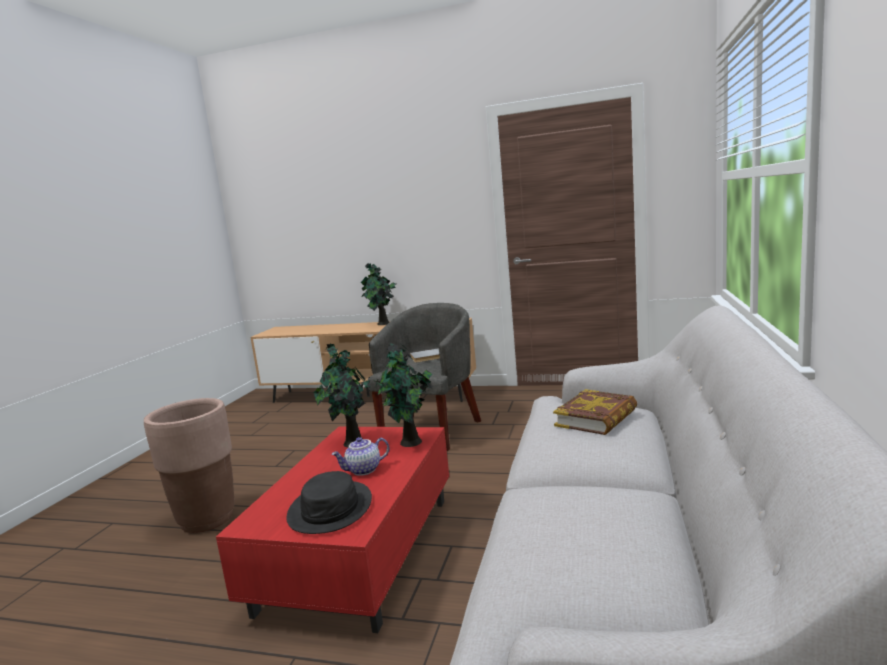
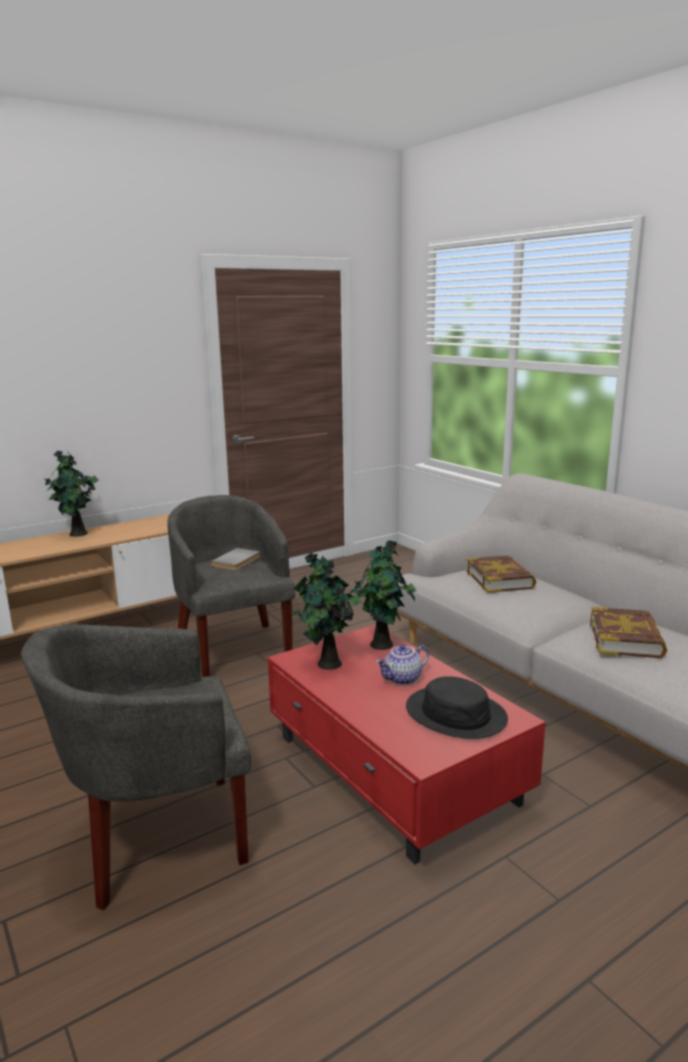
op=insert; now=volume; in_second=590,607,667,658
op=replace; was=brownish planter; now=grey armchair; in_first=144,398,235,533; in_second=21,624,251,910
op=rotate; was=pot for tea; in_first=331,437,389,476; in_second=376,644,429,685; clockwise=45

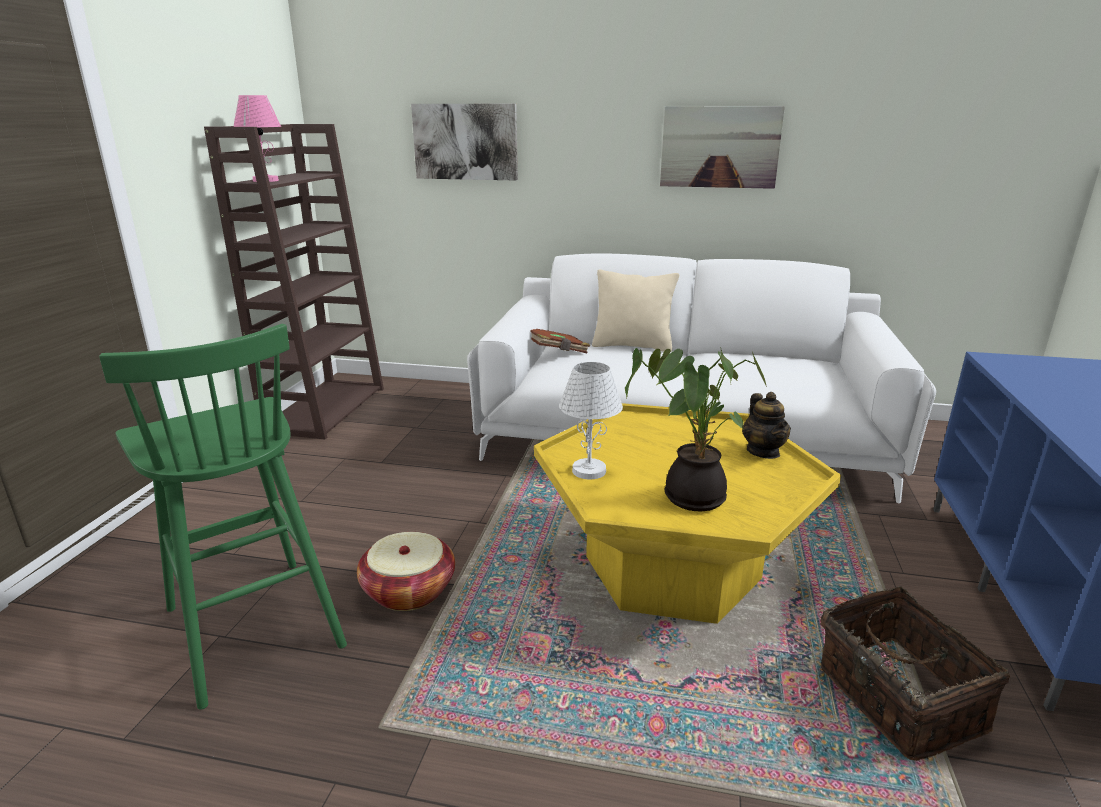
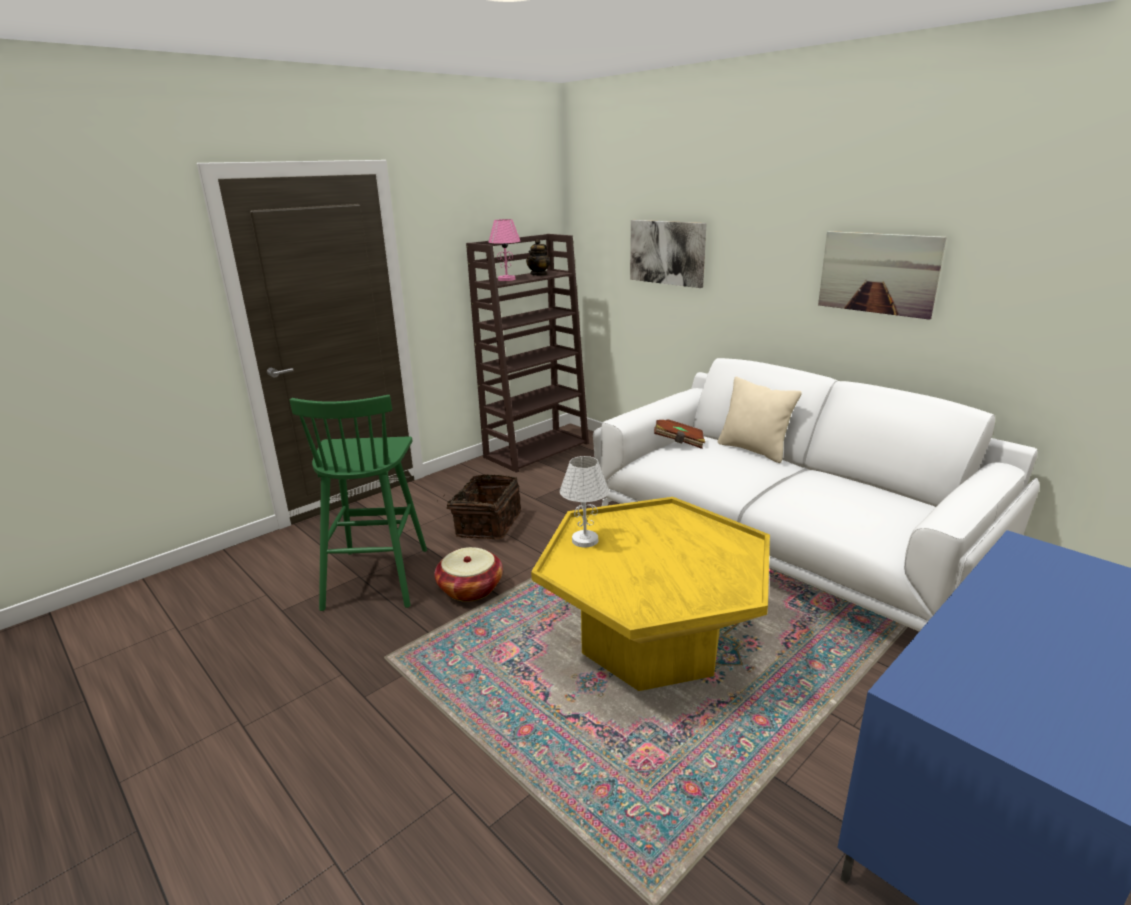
op=delete; was=houseplant; in_first=625,348,767,511
op=move; was=pot for tea; in_first=742,392,791,459; in_second=526,239,551,276
op=move; was=basket; in_first=820,586,1010,761; in_second=437,475,521,540

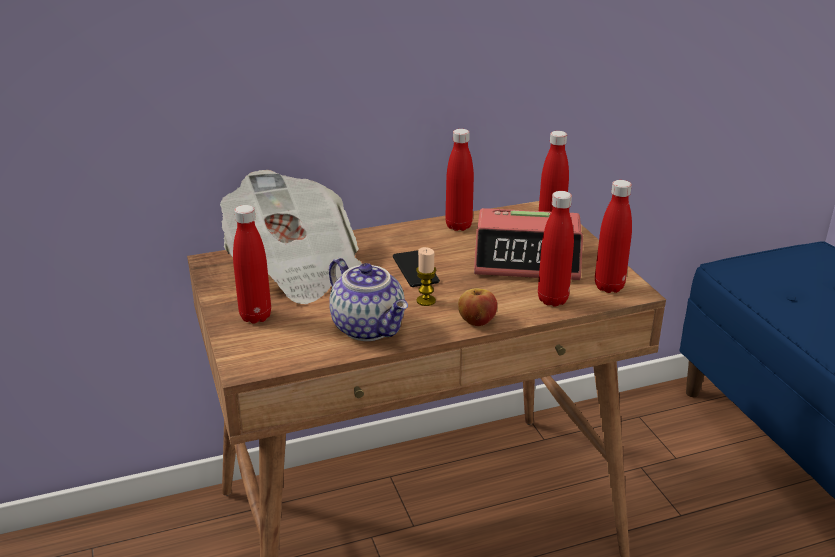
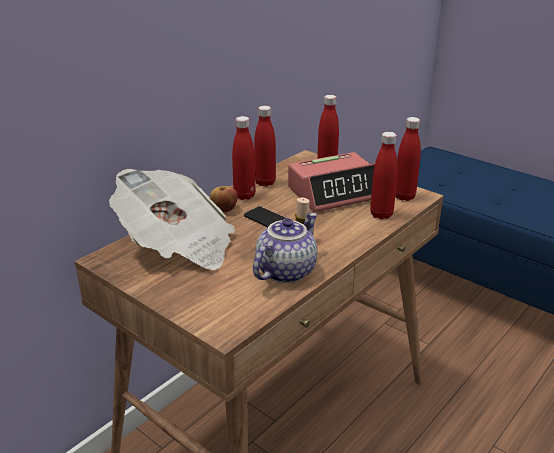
op=move; was=reddish drink bottle; in_first=233,205,271,324; in_second=232,116,255,200
op=move; was=whole apple; in_first=458,288,497,326; in_second=210,186,237,212
op=rotate; was=pot for tea; in_first=329,258,408,341; in_second=253,213,318,283; clockwise=-75

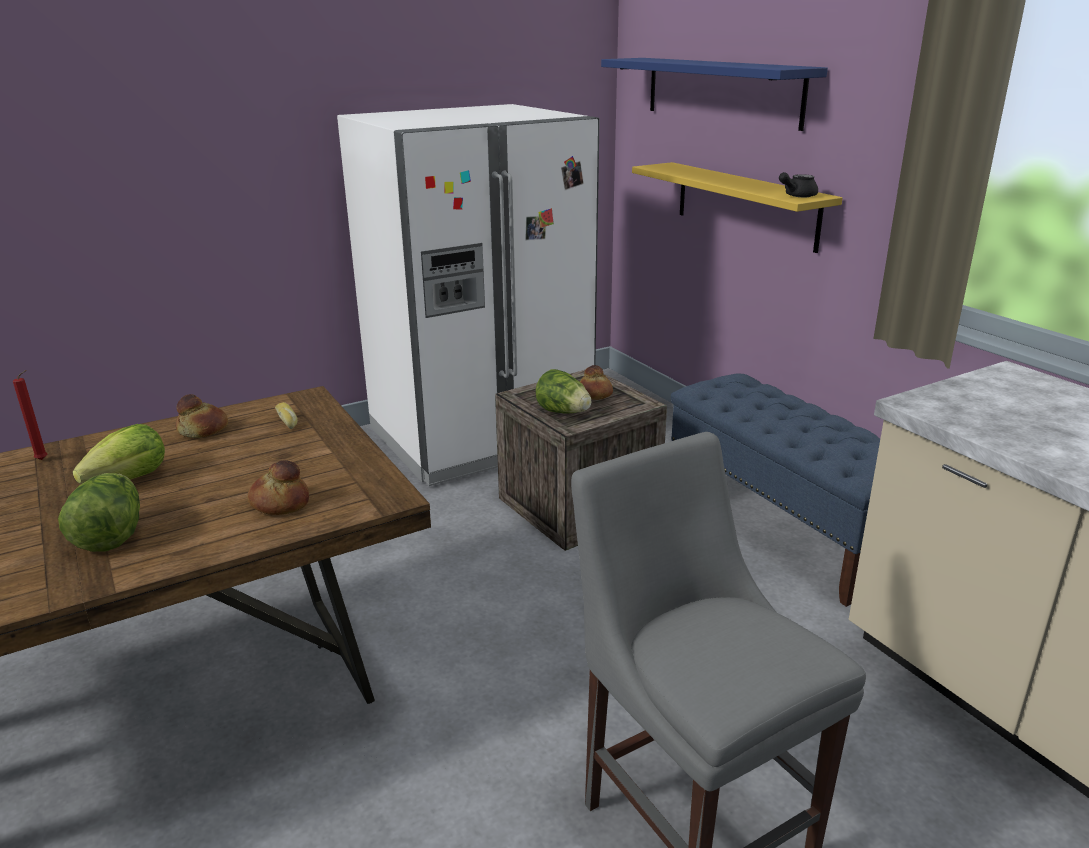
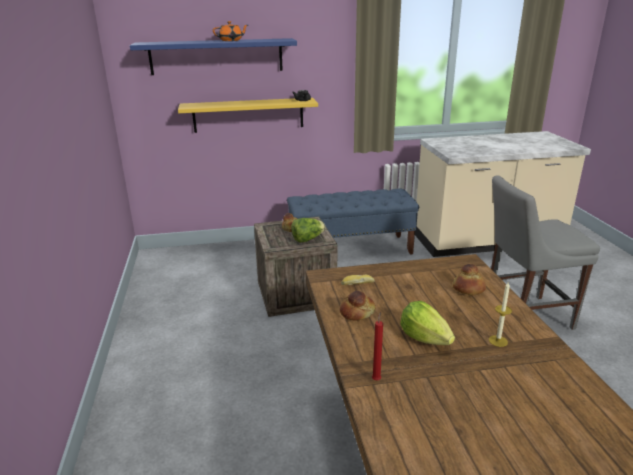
op=delete; was=white-coloured fridge; in_first=337,104,600,486
op=insert; now=orange-coloured pot for tea; in_second=213,21,248,41
op=replace; was=head of lettuce; now=candle; in_first=58,473,140,552; in_second=489,281,512,347

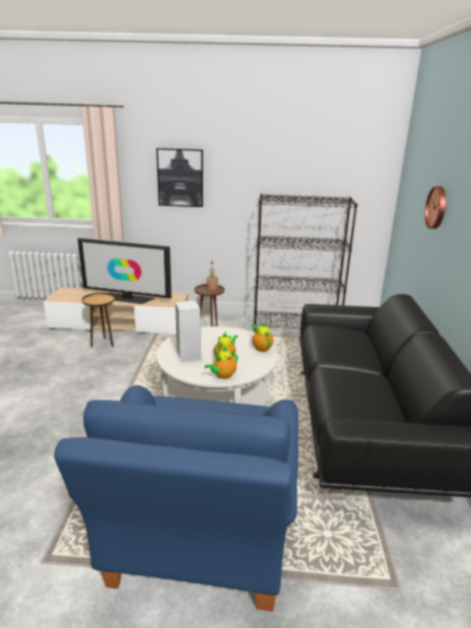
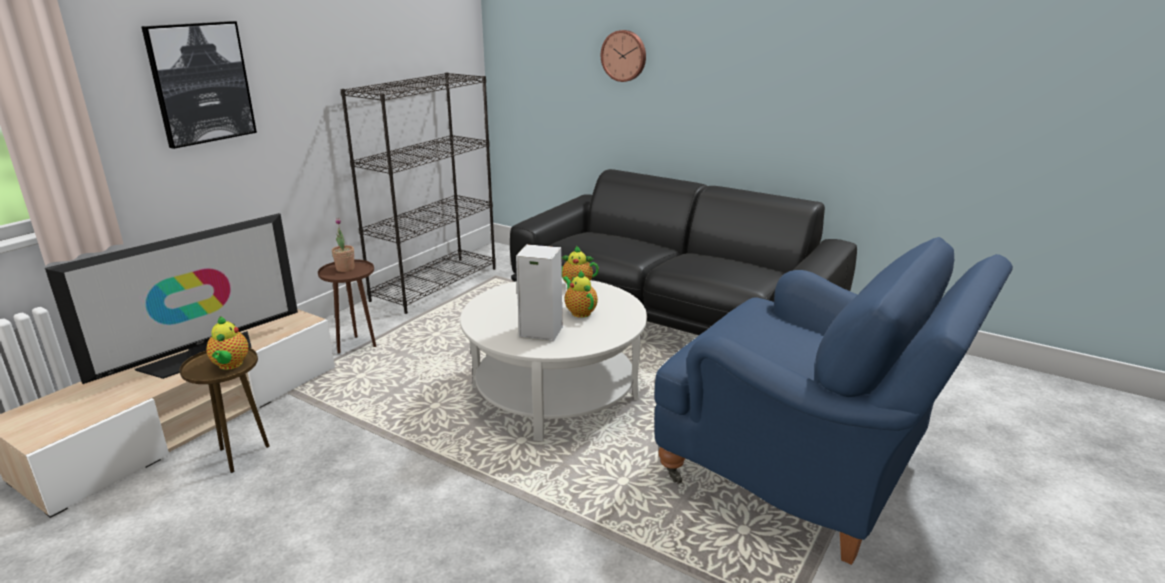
op=move; was=pot for tea; in_first=205,346,238,379; in_second=206,316,248,370

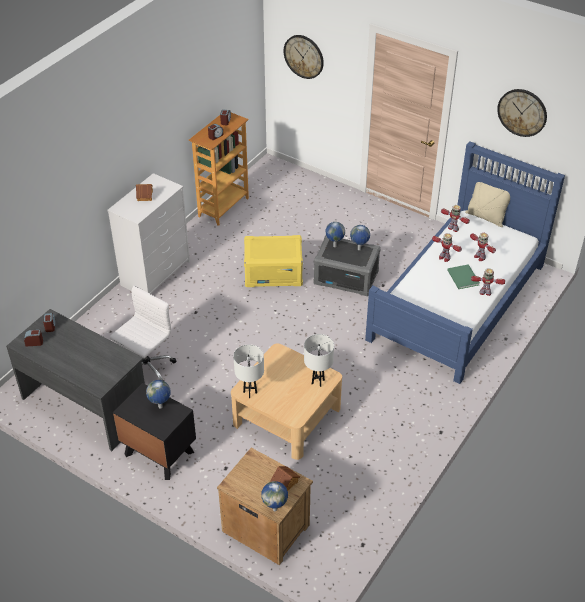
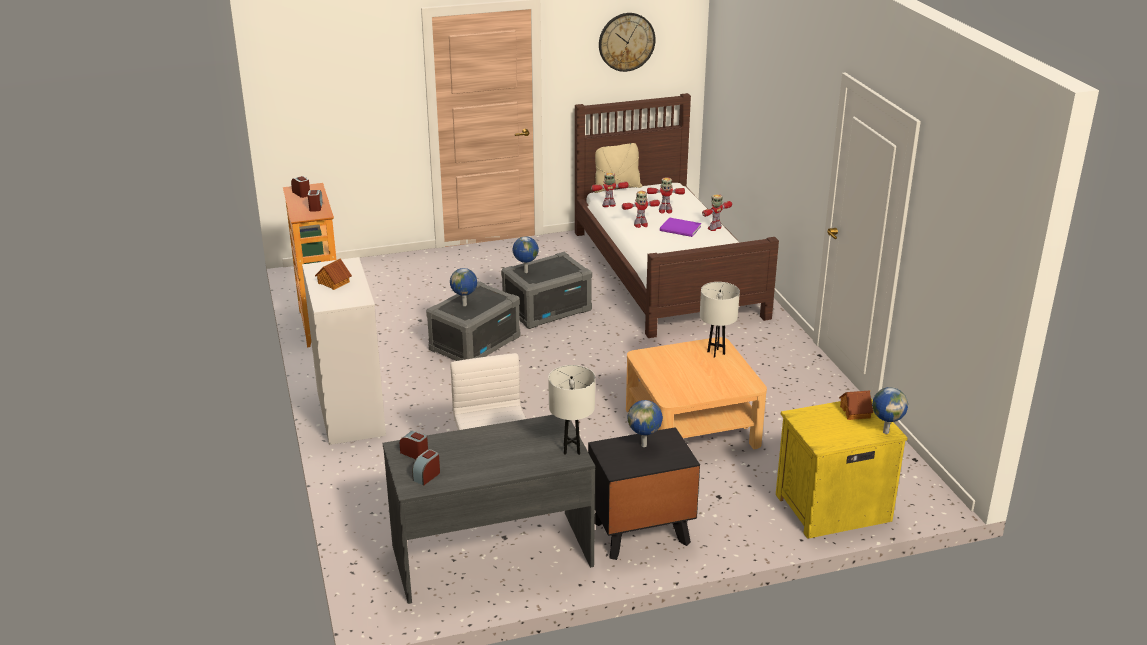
op=delete; was=hanging clock; in_first=284,35,324,79
op=move; was=white-coloured table lamp; in_first=233,344,264,398; in_second=548,365,595,455
op=move; was=globe; in_first=350,225,370,250; in_second=450,268,477,306
op=recolor; was=brownish nightstand; now=yellow nightstand; in_first=217,448,313,565; in_second=776,399,908,539
op=recolor; was=yellow storage box; now=grey storage box; in_first=244,235,303,287; in_second=426,281,520,361
op=recolor; was=blue-coloured sleeping bed; now=brownish sleeping bed; in_first=365,141,565,384; in_second=575,93,779,338
op=recolor; was=greenish volume; now=purple volume; in_first=447,264,480,289; in_second=660,217,701,237

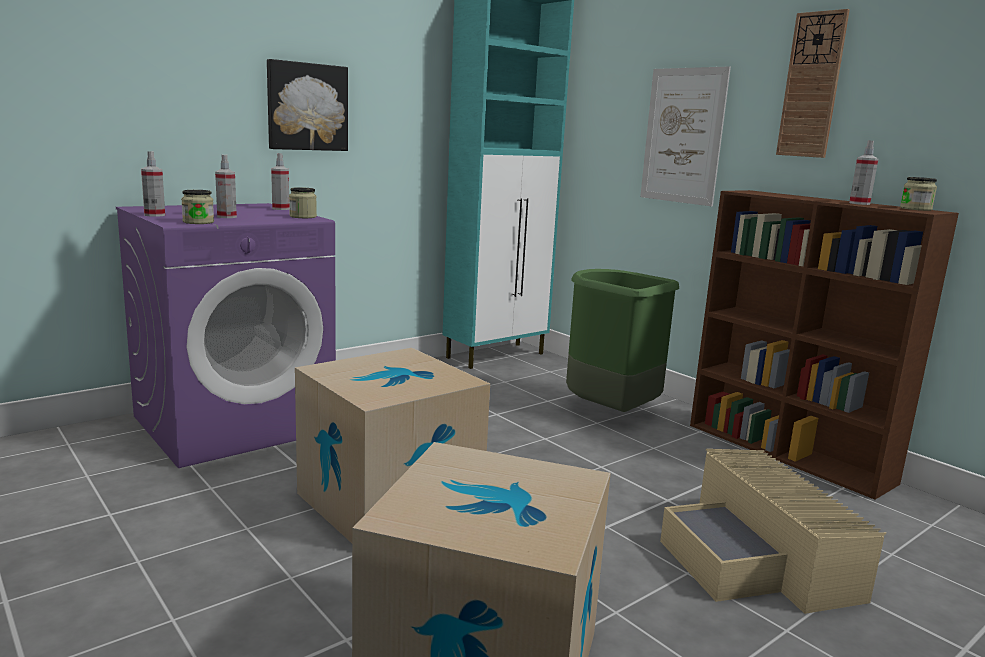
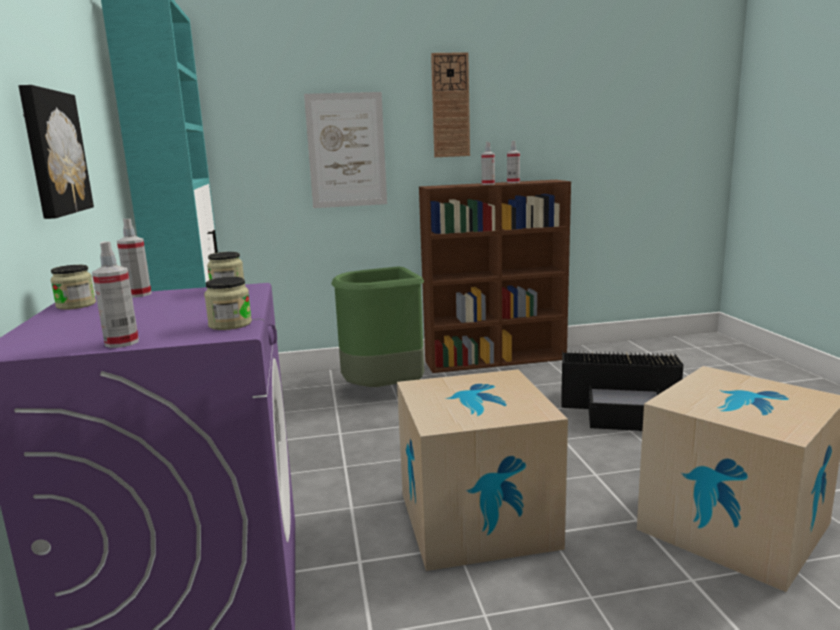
op=move; was=hand sprayer; in_first=215,155,237,218; in_second=481,142,495,185
op=move; was=jar; in_first=900,177,937,211; in_second=50,265,96,310
op=recolor; was=beige storage box; now=black storage box; in_first=660,449,886,614; in_second=561,351,683,431

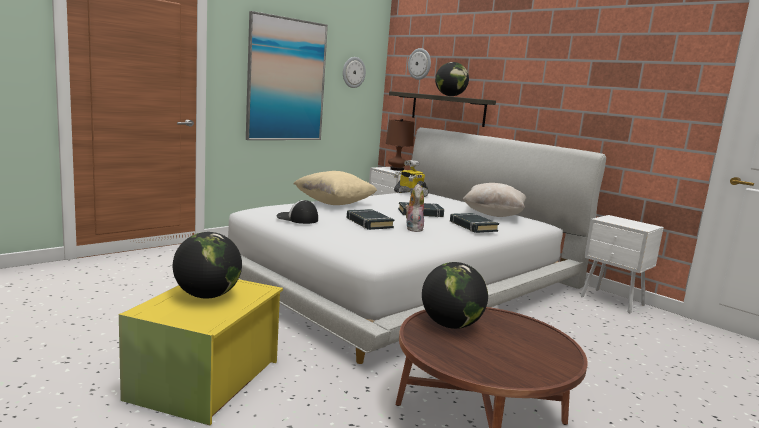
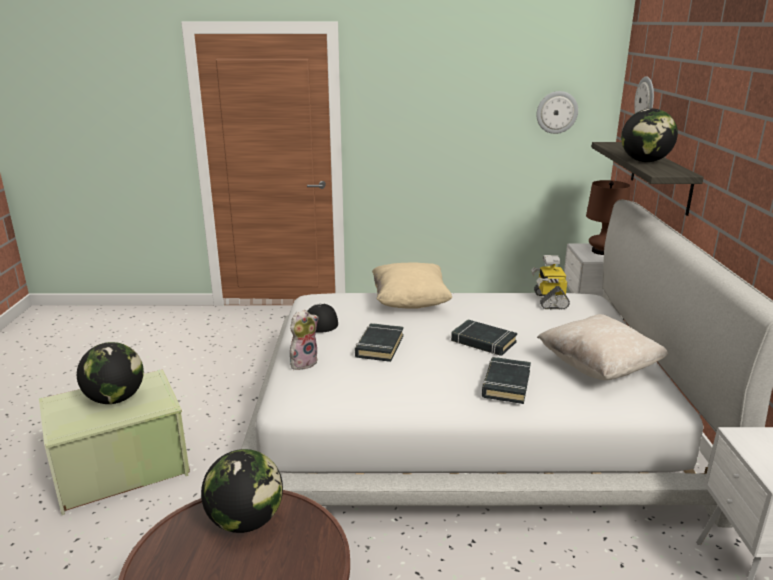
op=delete; was=picture; in_first=246,11,328,140
op=move; was=soft toy; in_first=405,184,424,232; in_second=290,310,319,370
op=recolor; was=yellow storage box; now=greenish storage box; in_first=119,279,283,425; in_second=39,370,190,515

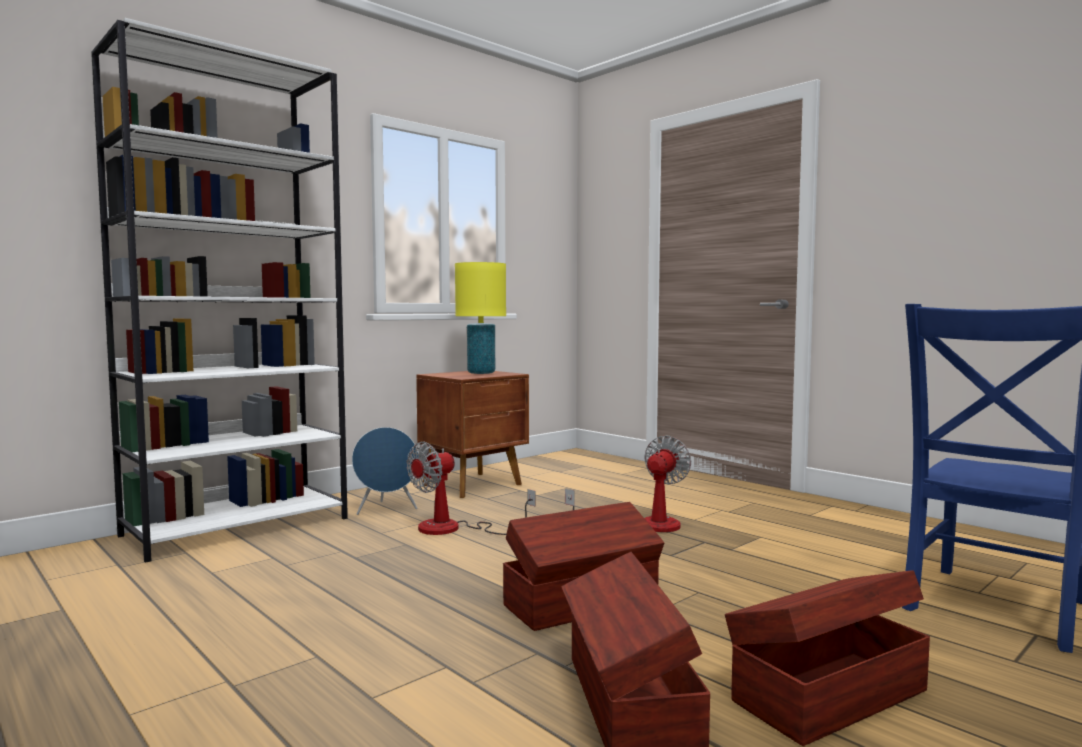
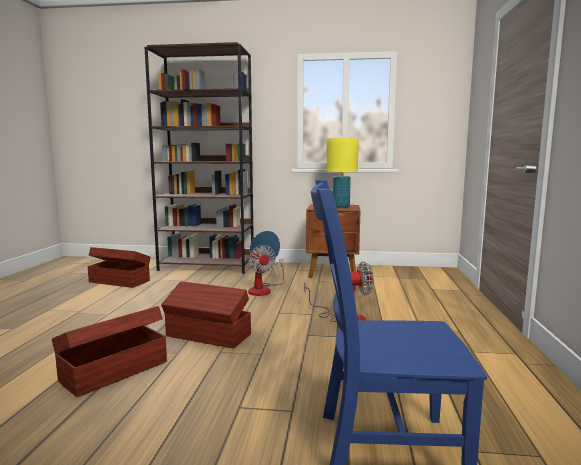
op=move; was=brownish storage box; in_first=725,570,930,746; in_second=88,247,151,288
op=recolor; was=white-coloured shelving unit; now=brownish shelving unit; in_first=91,18,348,563; in_second=144,42,254,274
op=rotate; was=electric fan; in_first=407,441,535,535; in_second=248,245,284,296; clockwise=-120

